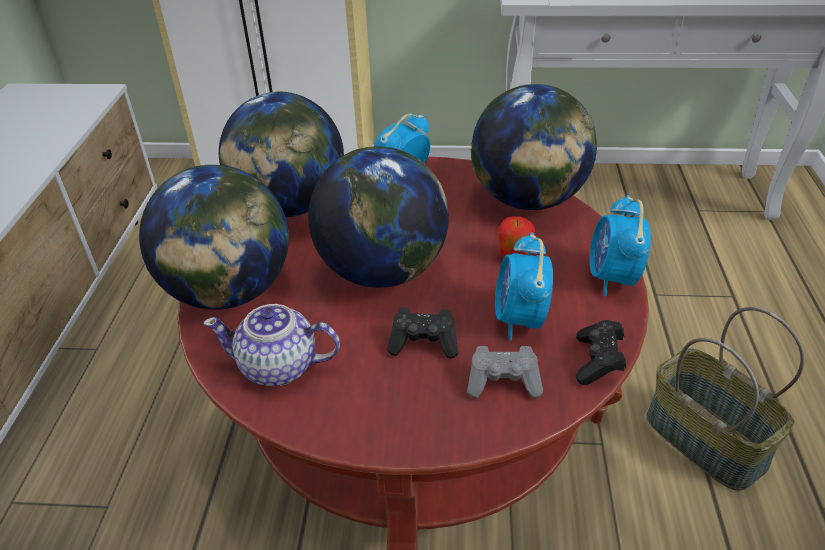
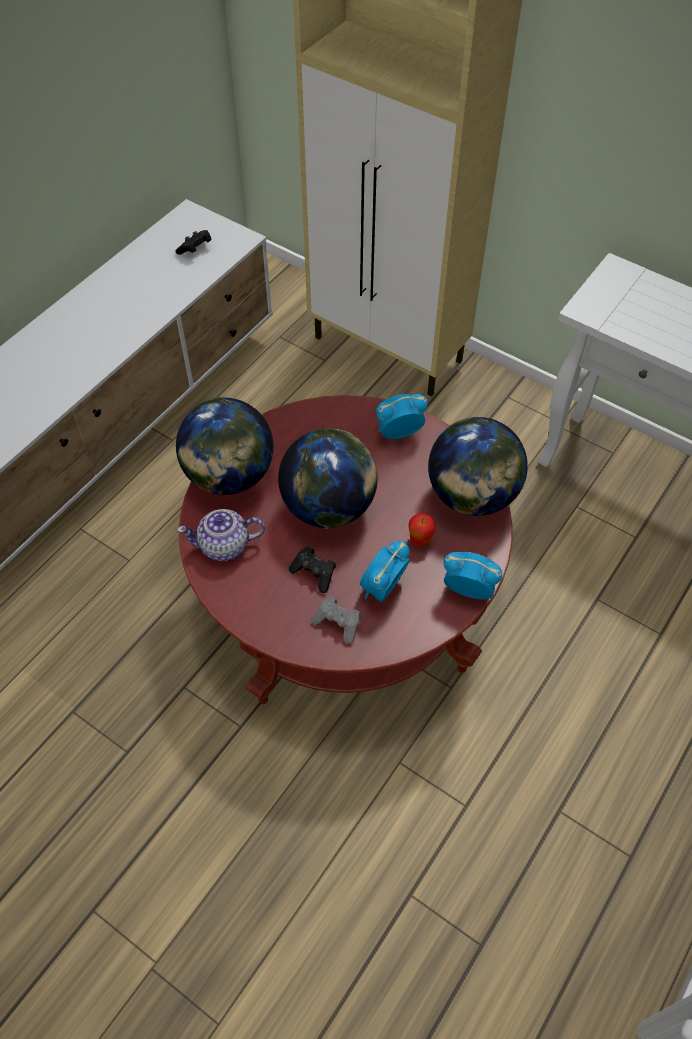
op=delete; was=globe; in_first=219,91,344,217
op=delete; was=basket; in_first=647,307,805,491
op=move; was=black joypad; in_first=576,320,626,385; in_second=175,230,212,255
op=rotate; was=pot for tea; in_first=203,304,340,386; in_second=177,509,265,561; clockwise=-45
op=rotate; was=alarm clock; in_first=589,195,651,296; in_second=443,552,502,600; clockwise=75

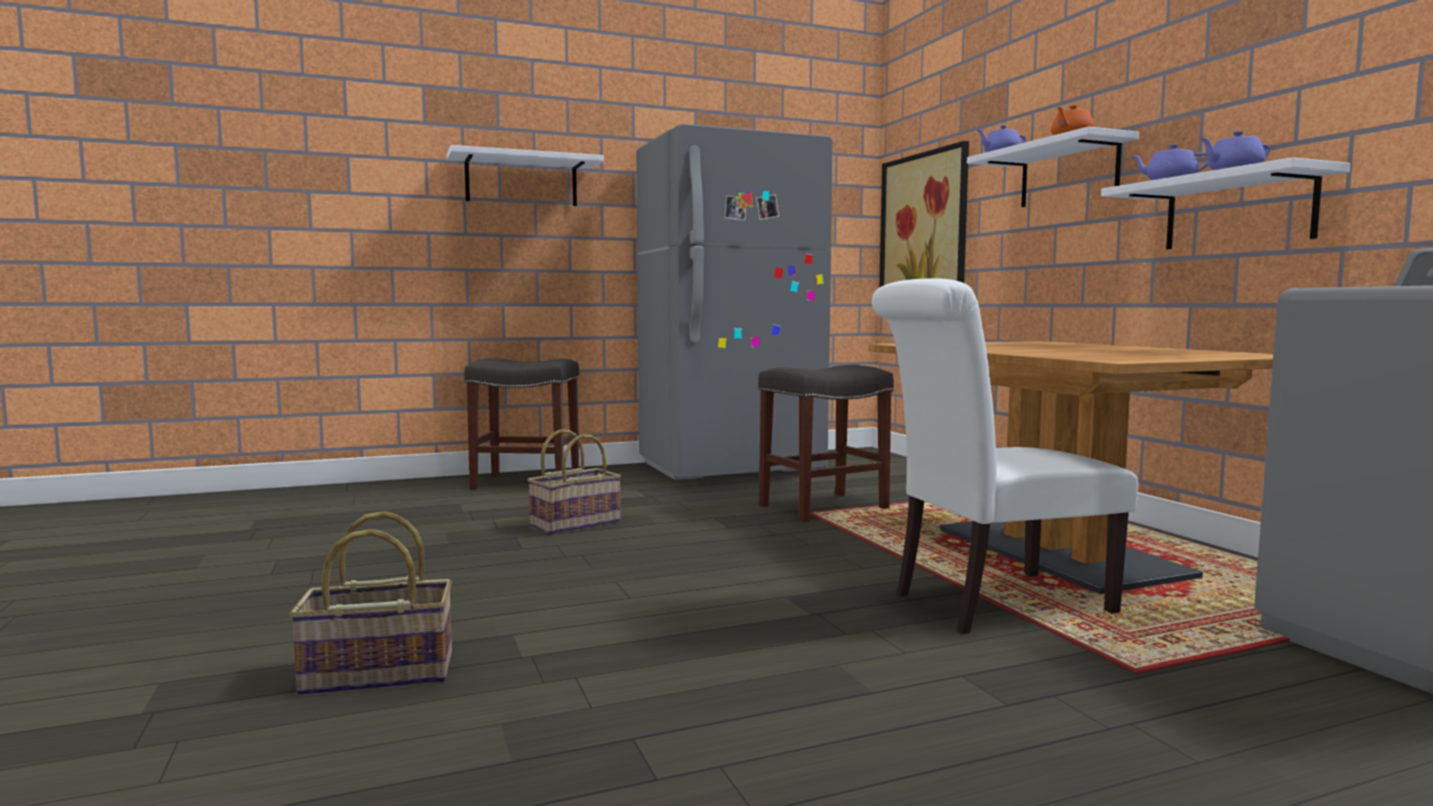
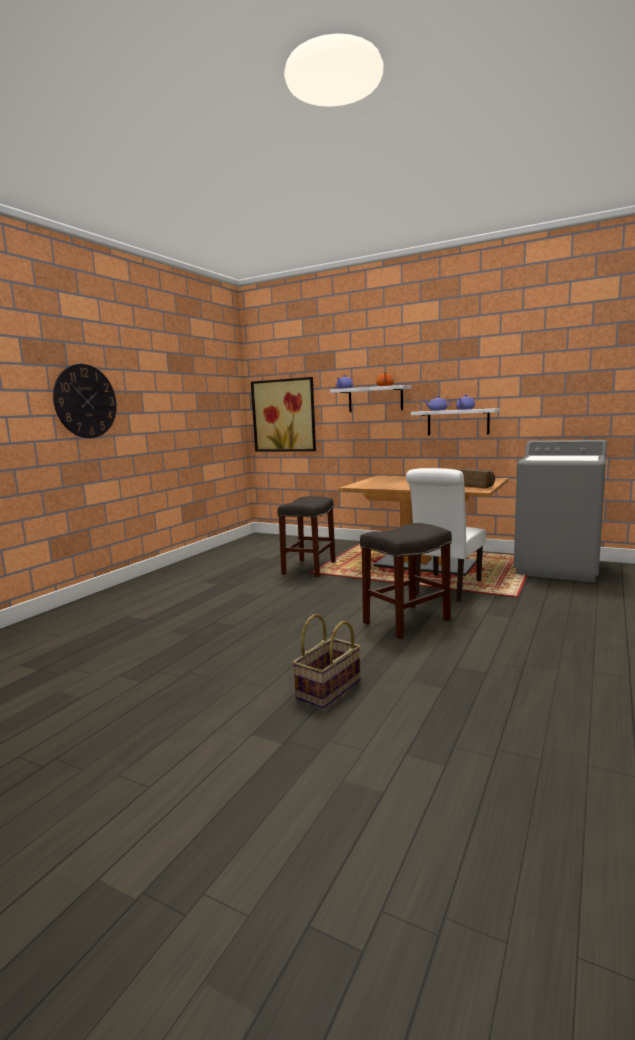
op=delete; was=basket; in_first=527,429,621,535
op=delete; was=grey fridge; in_first=636,124,833,480
op=insert; now=bread; in_second=458,469,495,488
op=move; was=grey stool seat; in_first=464,358,579,490; in_second=360,523,452,639
op=replace; was=white-coloured bracket shelf; now=hanging clock; in_first=447,145,604,206; in_second=53,364,117,438

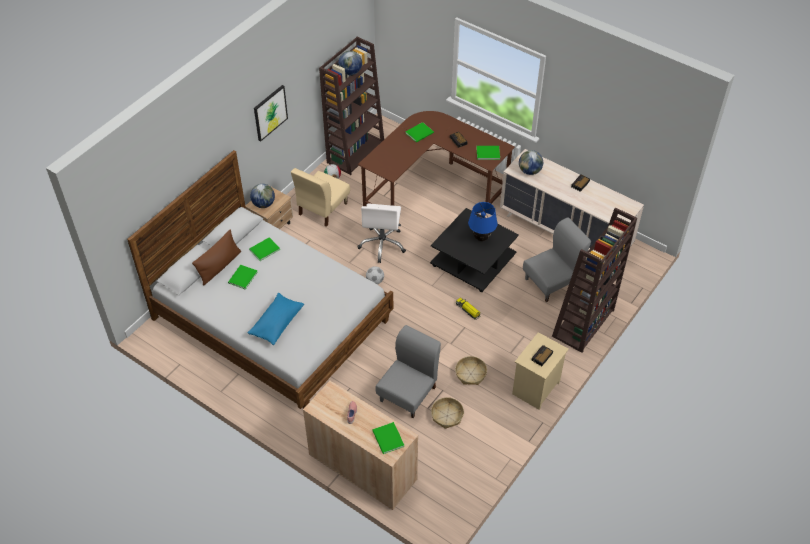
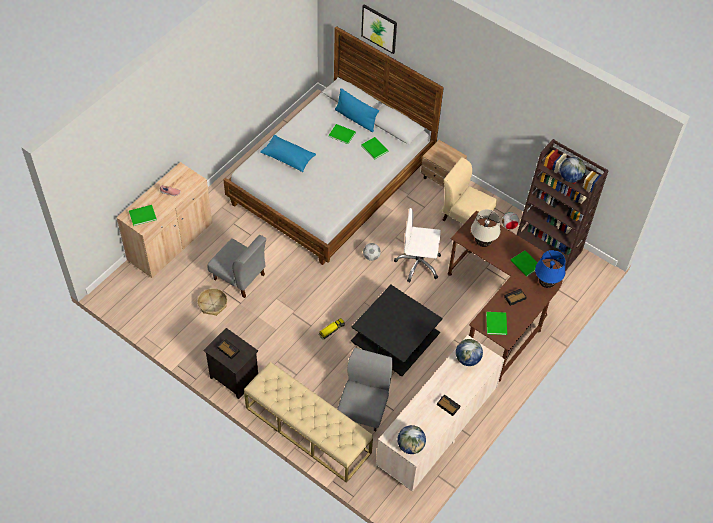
op=delete; was=basket; in_first=455,356,487,385
op=insert; now=beige table lamp; in_second=471,209,500,247
op=move; was=globe; in_first=250,184,275,208; in_second=397,425,426,454
op=move; was=picture; in_first=254,85,288,142; in_second=361,5,397,54
op=move; was=blue-coloured table lamp; in_first=468,202,498,241; in_second=535,250,566,288
op=replace; was=brownish shelving unit; now=beige indoor bench; in_first=552,207,637,353; in_second=244,362,373,483
op=recolor; was=brownish cushion; now=blue-coloured cushion; in_first=192,229,241,285; in_second=335,88,379,132
op=recolor; was=beige nightstand; now=black nightstand; in_first=512,332,569,410; in_second=203,328,258,399
op=rotate; was=grey plain chair; in_first=523,217,591,302; in_second=337,348,393,431; clockwise=-135

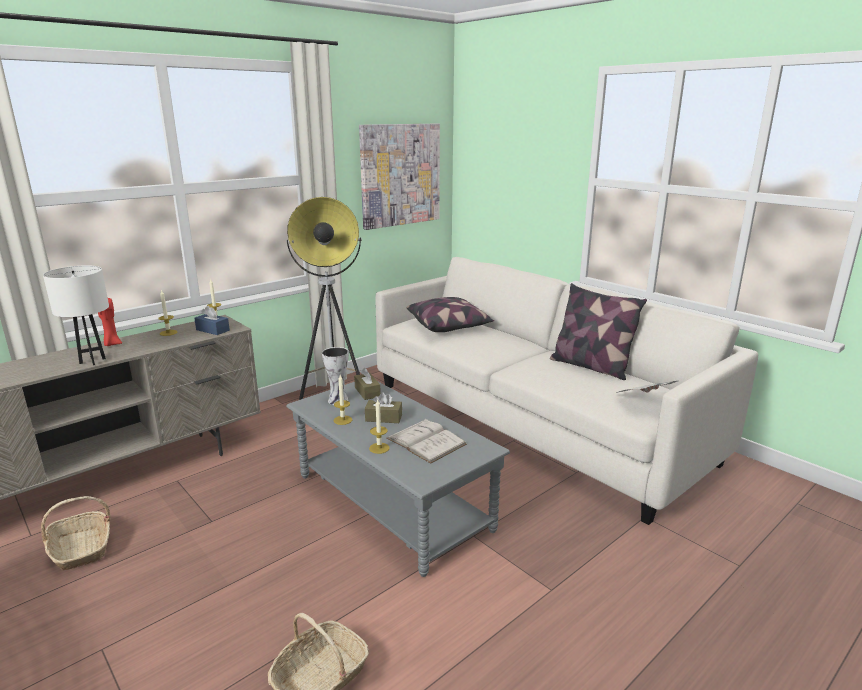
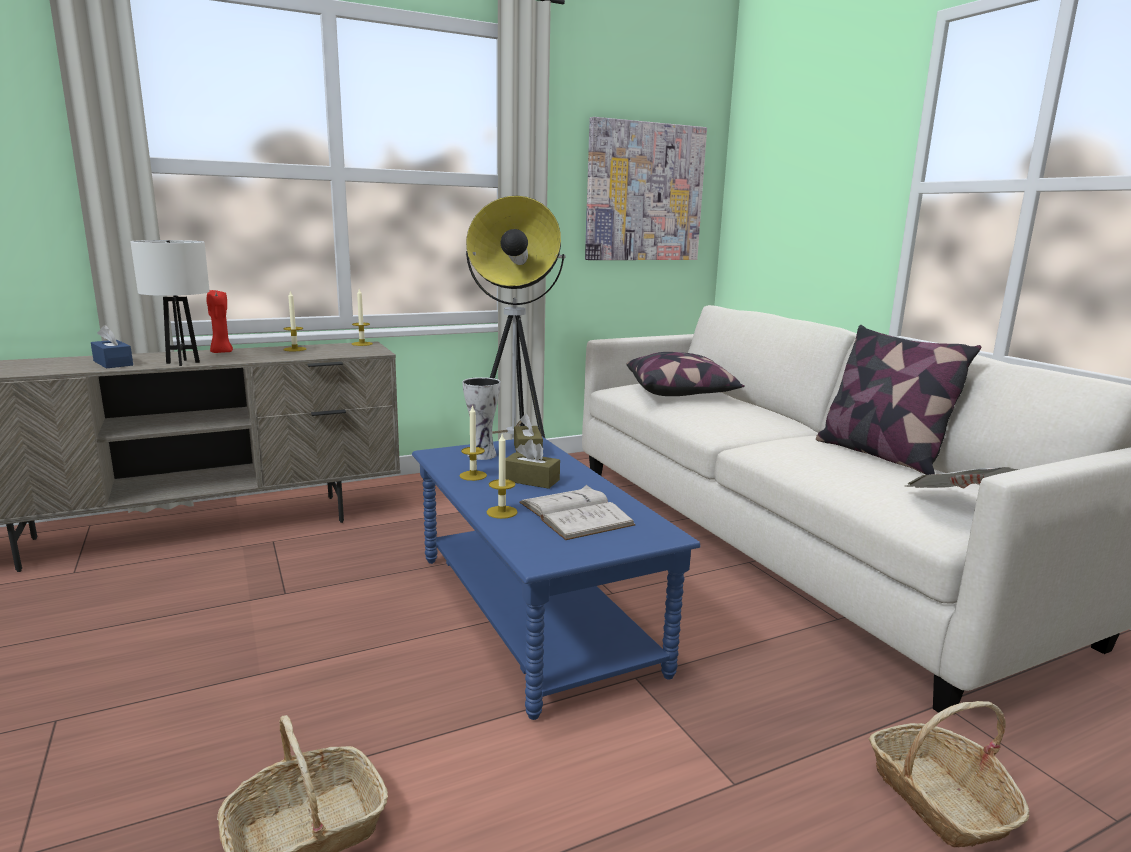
op=move; was=basket; in_first=41,496,111,571; in_second=868,701,1029,848
op=move; was=blue-coloured tissue box; in_first=194,306,230,335; in_second=91,325,133,368
op=recolor; was=grey low table; now=blue-coloured low table; in_first=286,381,510,577; in_second=412,437,701,720

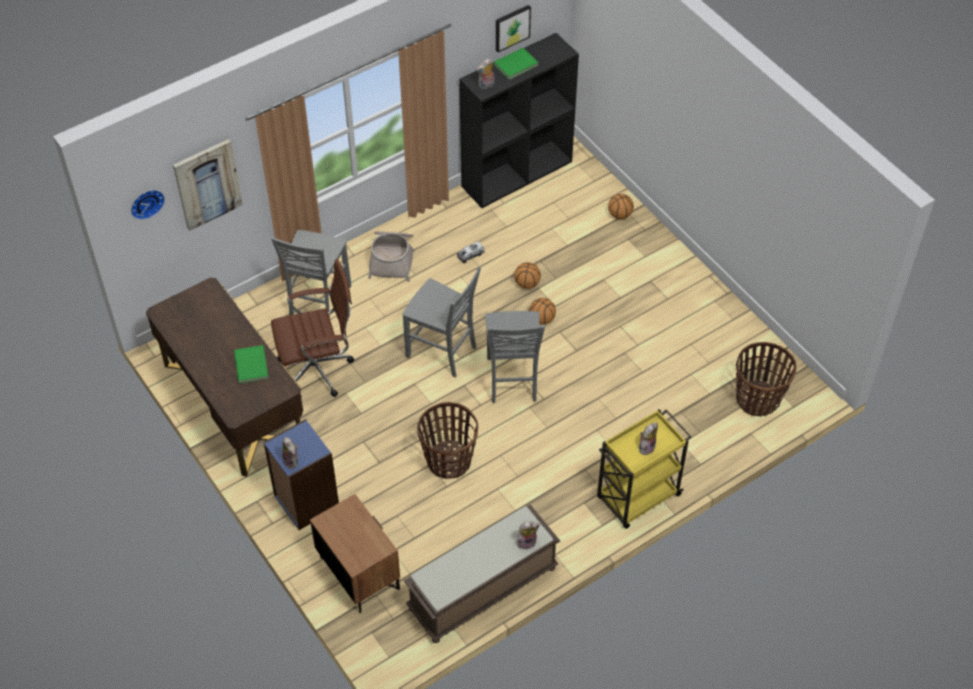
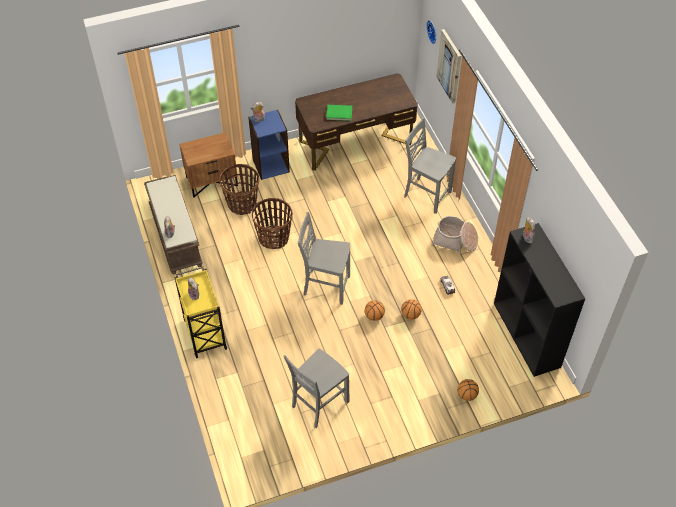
op=delete; was=brownish computer chair; in_first=271,259,354,397
op=delete; was=greenish volume; in_first=494,48,539,80
op=delete; was=picture; in_first=496,5,531,52
op=move; was=grey plain chair; in_first=403,266,481,378; in_second=284,349,350,428
op=move; was=basket; in_first=736,342,797,417; in_second=219,164,259,215

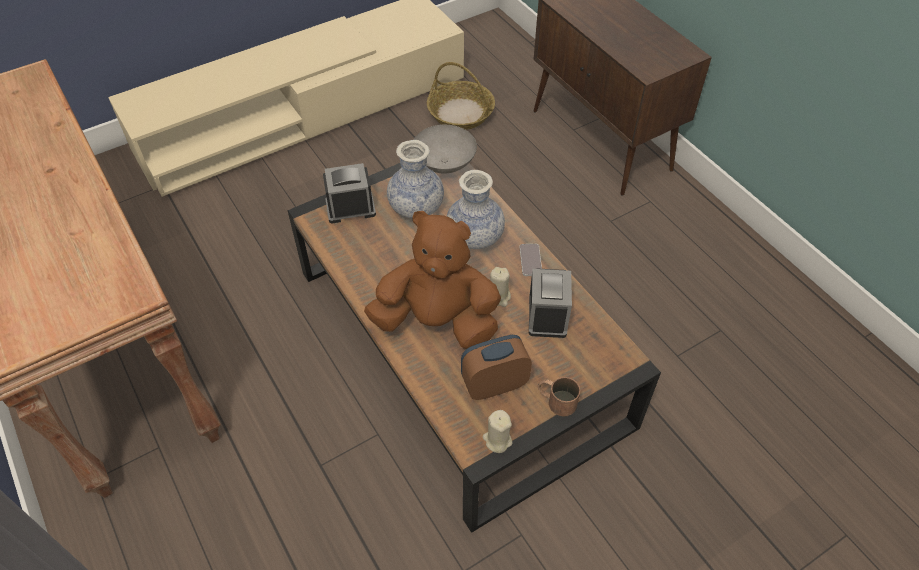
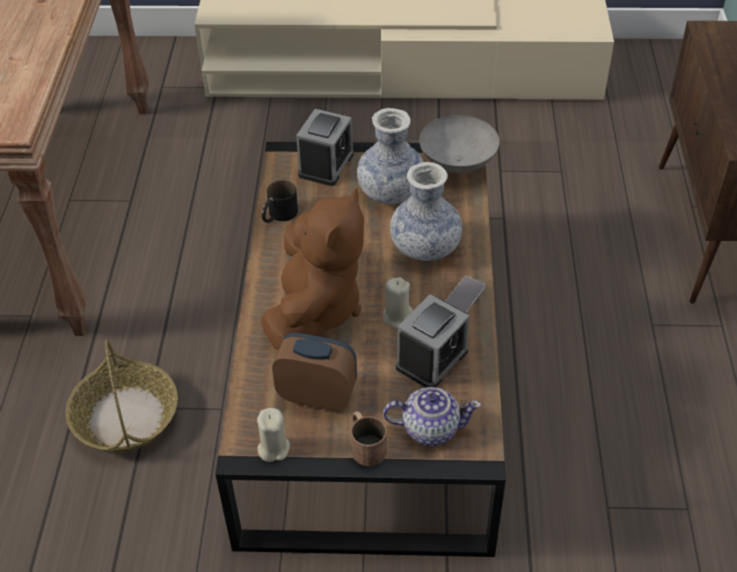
op=insert; now=black coffee mug; in_second=262,181,298,223
op=insert; now=pot for tea; in_second=383,387,481,446
op=move; was=basket; in_first=427,62,495,130; in_second=66,340,178,453
op=rotate; was=alarm clock; in_first=323,163,376,223; in_second=296,109,354,186; clockwise=90
op=rotate; was=brownish soft toy; in_first=364,211,501,349; in_second=261,188,364,350; clockwise=60

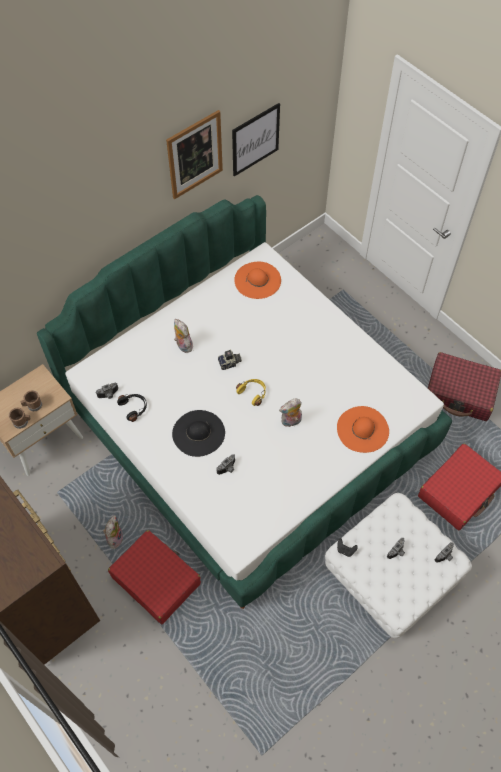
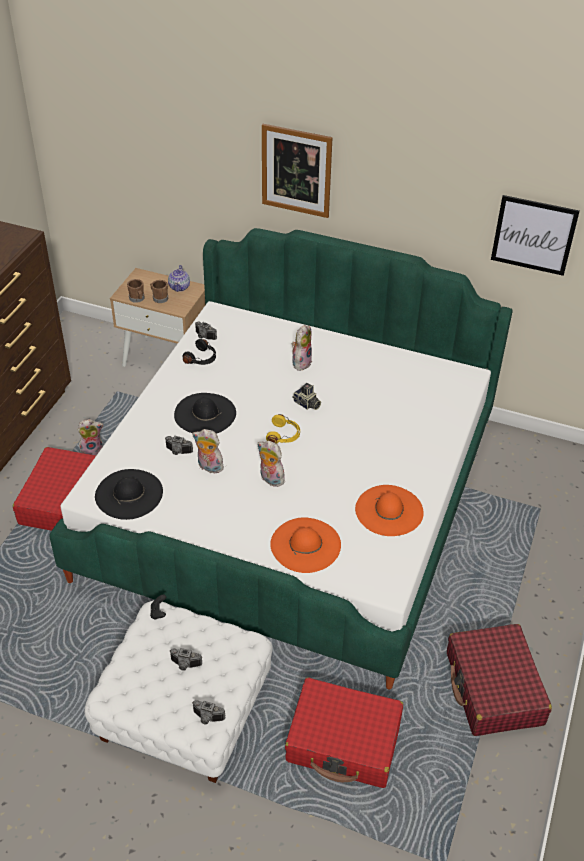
op=insert; now=black clothing hat; in_second=95,469,163,520
op=insert; now=pot for tea; in_second=168,265,190,292
op=insert; now=soft toy; in_second=193,429,226,473
op=move; was=picture; in_first=166,110,223,199; in_second=262,124,333,218
op=move; was=orange-coloured clothing hat; in_first=234,262,281,299; in_second=355,485,424,536

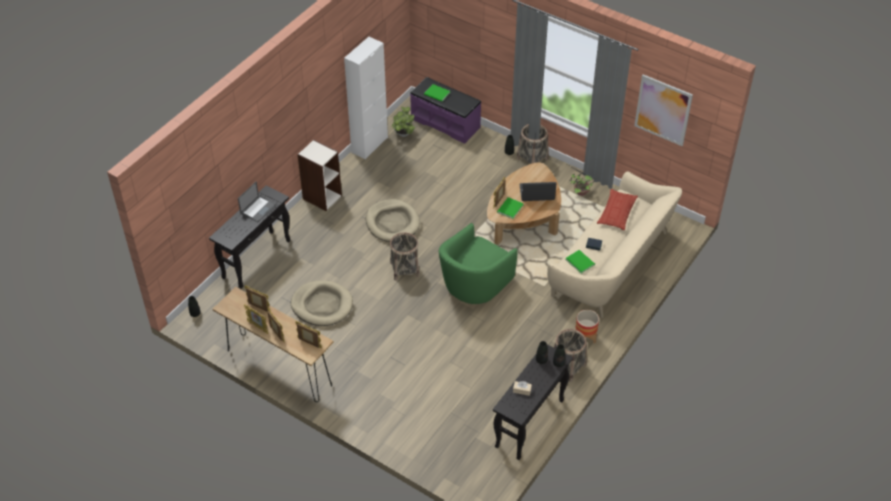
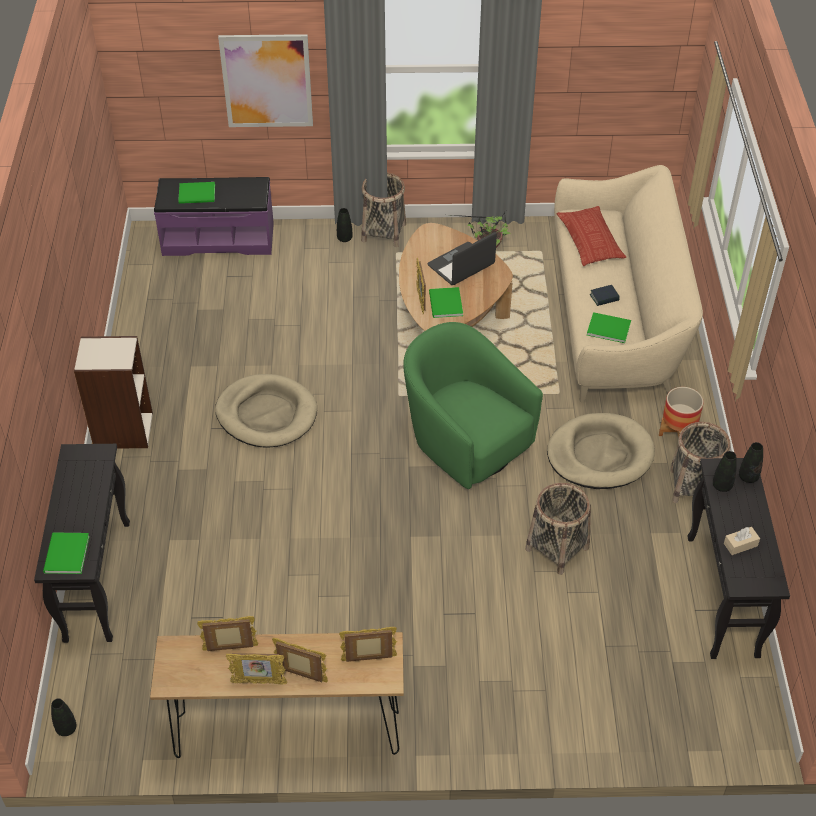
op=delete; was=portable computer; in_first=238,181,276,222
op=delete; was=white-coloured storage cabinet; in_first=344,37,388,159
op=delete; was=houseplant; in_first=391,107,415,137
op=insert; now=greenish volume; in_second=43,532,90,574
op=move; was=beige pet bed; in_first=291,280,353,326; in_second=547,413,655,489
op=move; was=basket; in_first=390,232,420,281; in_second=525,483,591,575
op=move; was=picture; in_first=634,75,693,146; in_second=218,34,313,127
op=rotate; was=greenish armchair; in_first=439,223,518,304; in_second=403,322,543,489; clockwise=135

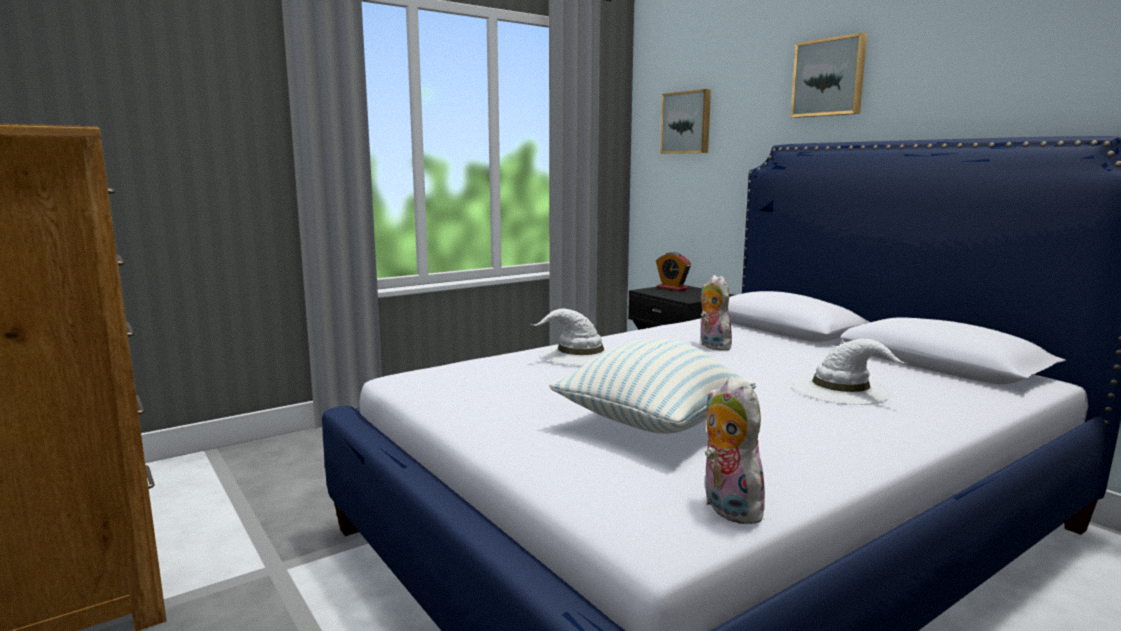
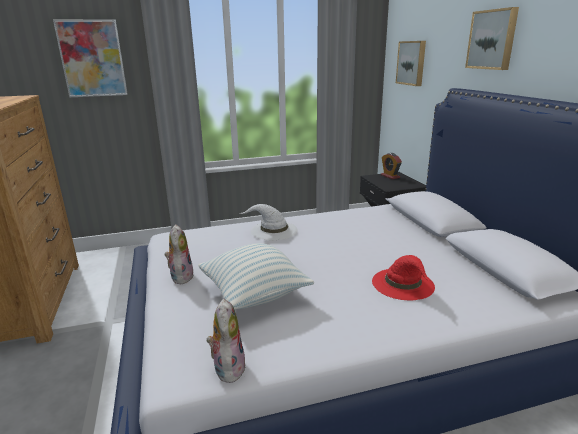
op=insert; now=picture; in_second=53,20,128,98
op=move; was=soft toy; in_first=701,275,732,351; in_second=164,224,194,284
op=recolor; was=white-coloured clothing hat; now=reddish clothing hat; in_first=792,339,908,405; in_second=372,255,435,301

